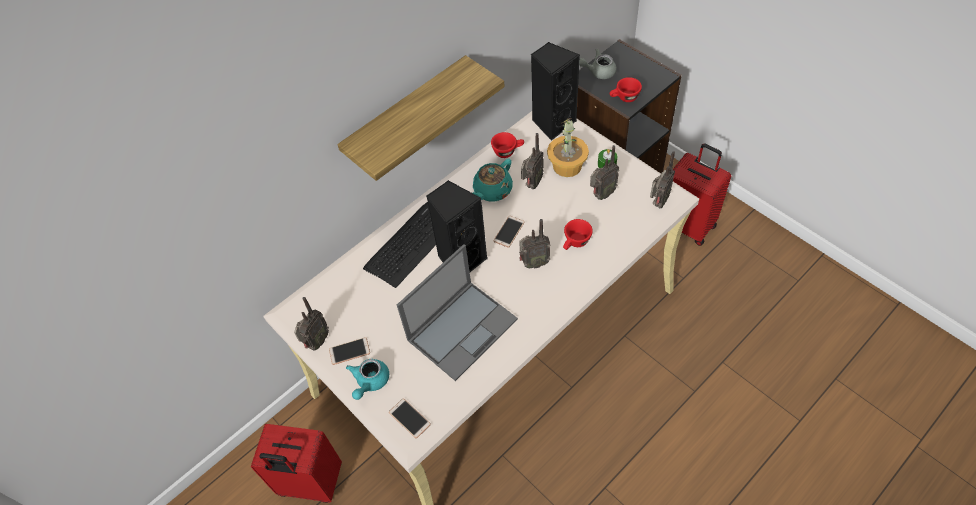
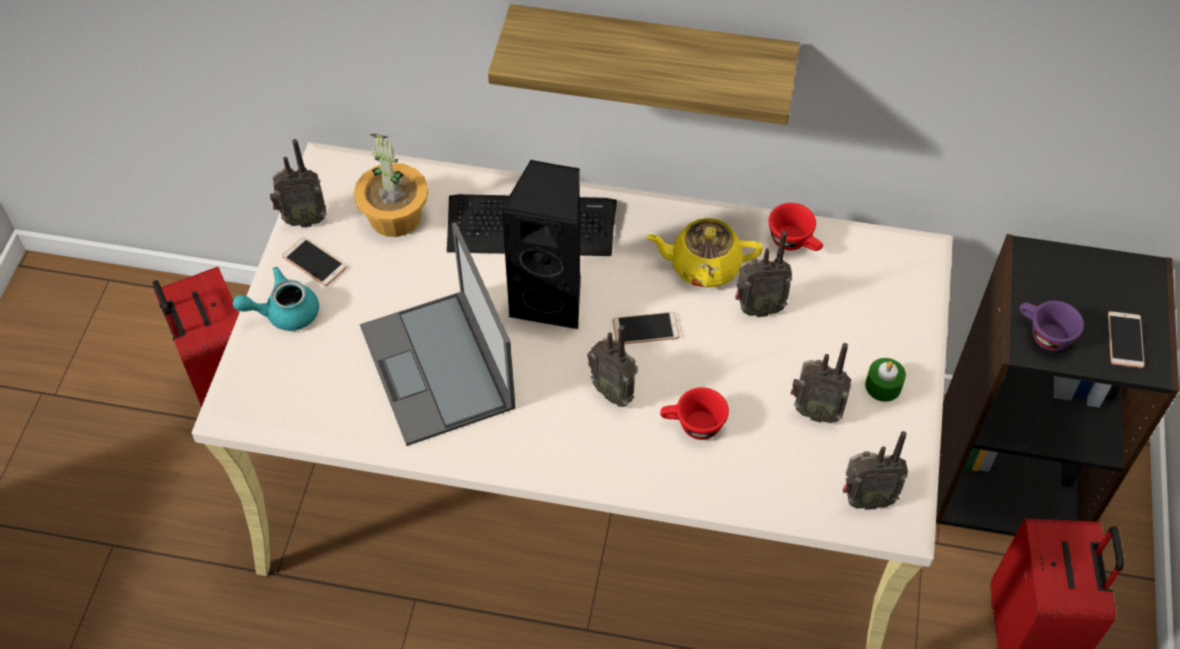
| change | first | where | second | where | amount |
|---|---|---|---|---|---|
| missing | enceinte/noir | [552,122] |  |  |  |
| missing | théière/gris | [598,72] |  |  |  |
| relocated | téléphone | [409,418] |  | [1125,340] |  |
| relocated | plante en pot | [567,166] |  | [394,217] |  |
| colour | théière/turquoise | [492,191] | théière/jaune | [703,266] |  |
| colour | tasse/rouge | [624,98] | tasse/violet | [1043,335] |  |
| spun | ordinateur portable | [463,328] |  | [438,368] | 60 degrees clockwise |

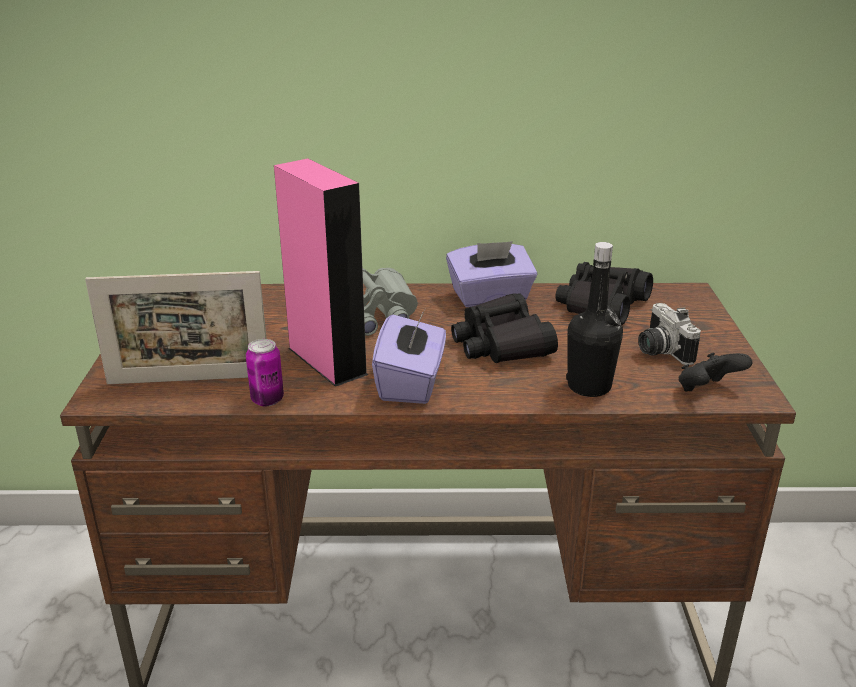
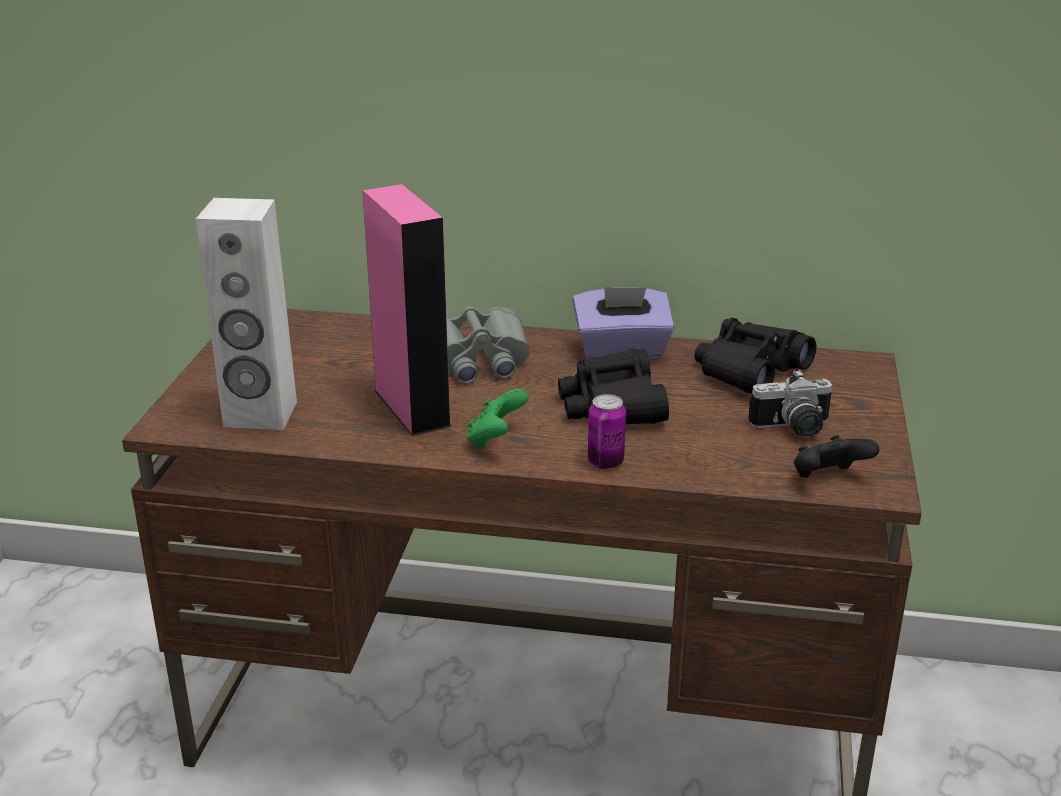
| change | first | where | second | where | amount |
|---|---|---|---|---|---|
| missing | bouteille/noir | [589,386] |  |  |  |
| relocated | boîte métallique | [267,399] |  | [605,462] |  |
| exchanged | cadre photo | [189,380] | enceinte/blanc | [260,415] |  |
| exchanged | boîte à mouchoirs/violet | [411,383] | manette/vert | [495,440] |  |
| spun | appareil photo | [659,351] |  | [793,429] | 90 degrees counterclockwise |

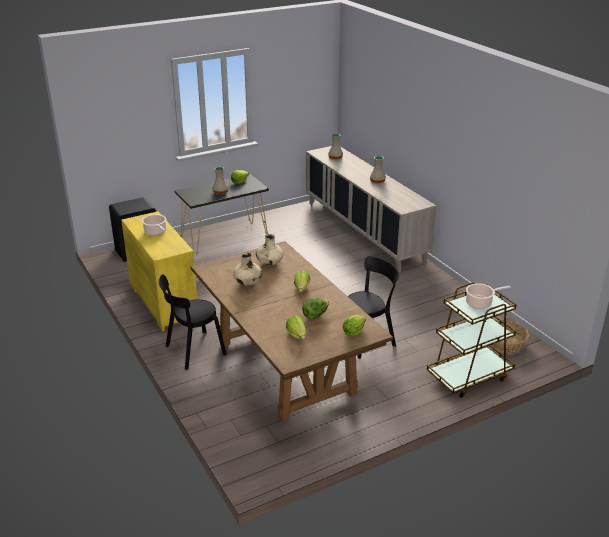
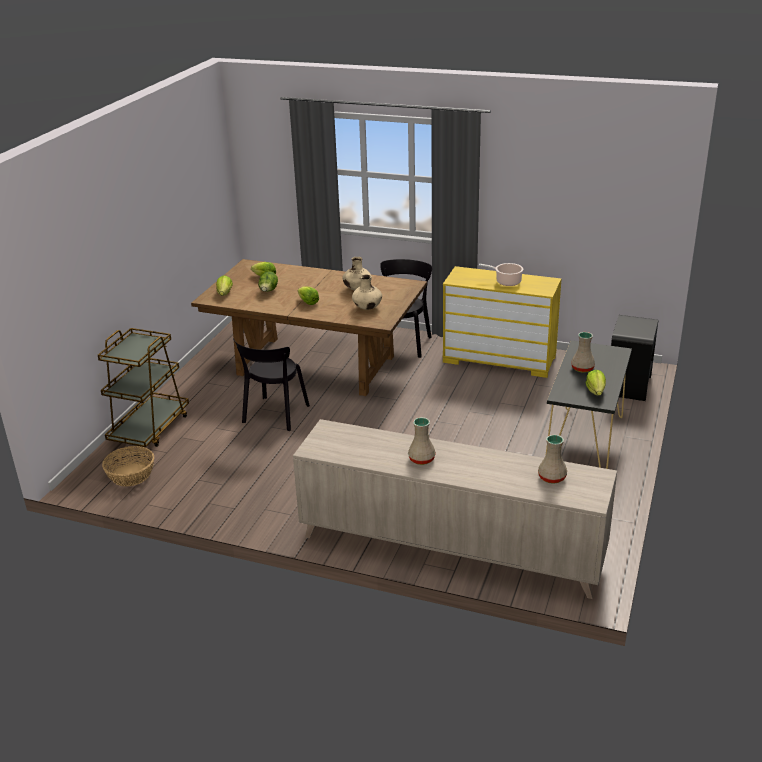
| change | first | where | second | where | amount |
|---|---|---|---|---|---|
| missing | marmite | [480,303] |  |  |  |

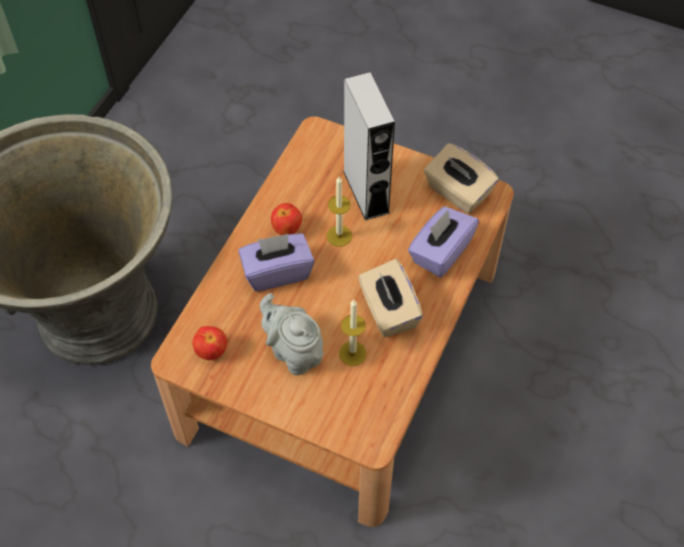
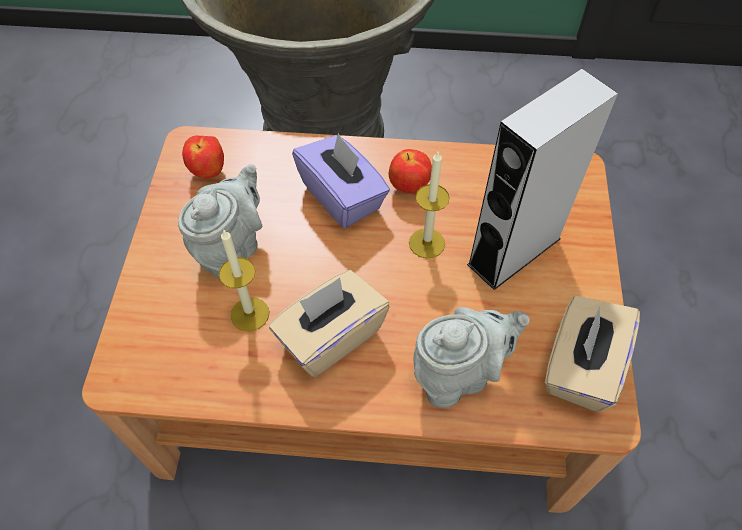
| change | first | where | second | where | amount |
|---|---|---|---|---|---|
| exchanged | boîte à mouchoirs/violet | [440,252] | théière/gris | [458,374] |  |

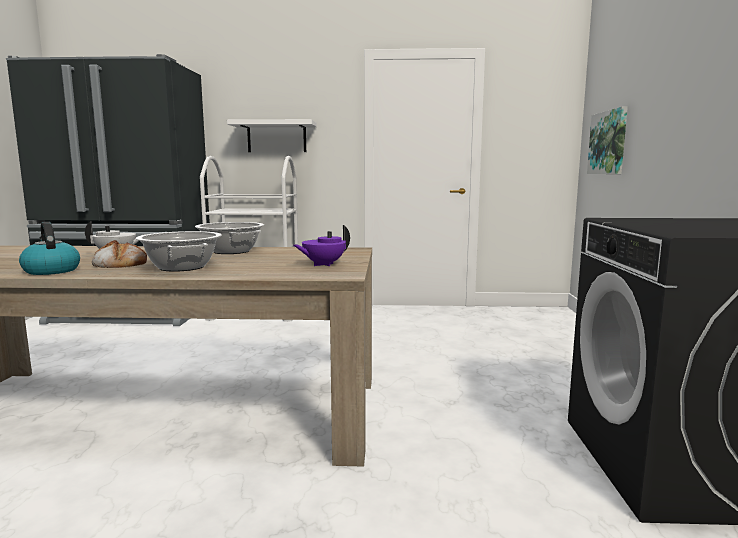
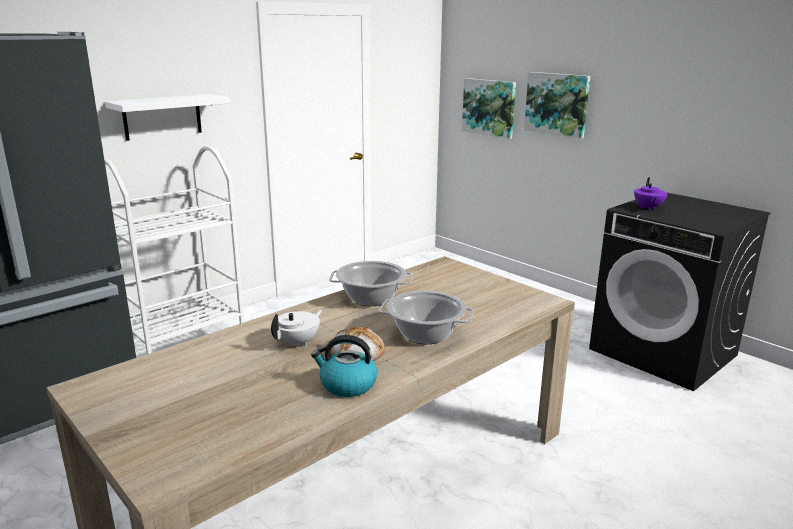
| change | first | where | second | where | amount |
|---|---|---|---|---|---|
| appeared |  |  | tableau | [557,104] |  |
| relocated | théière/violet | [323,264] |  | [648,208] |  |

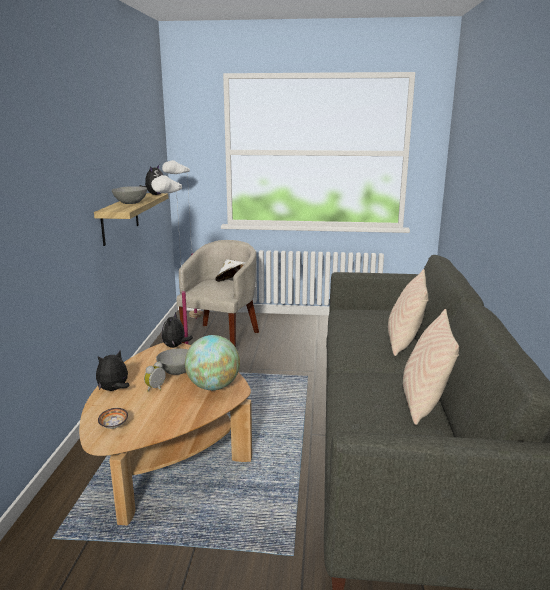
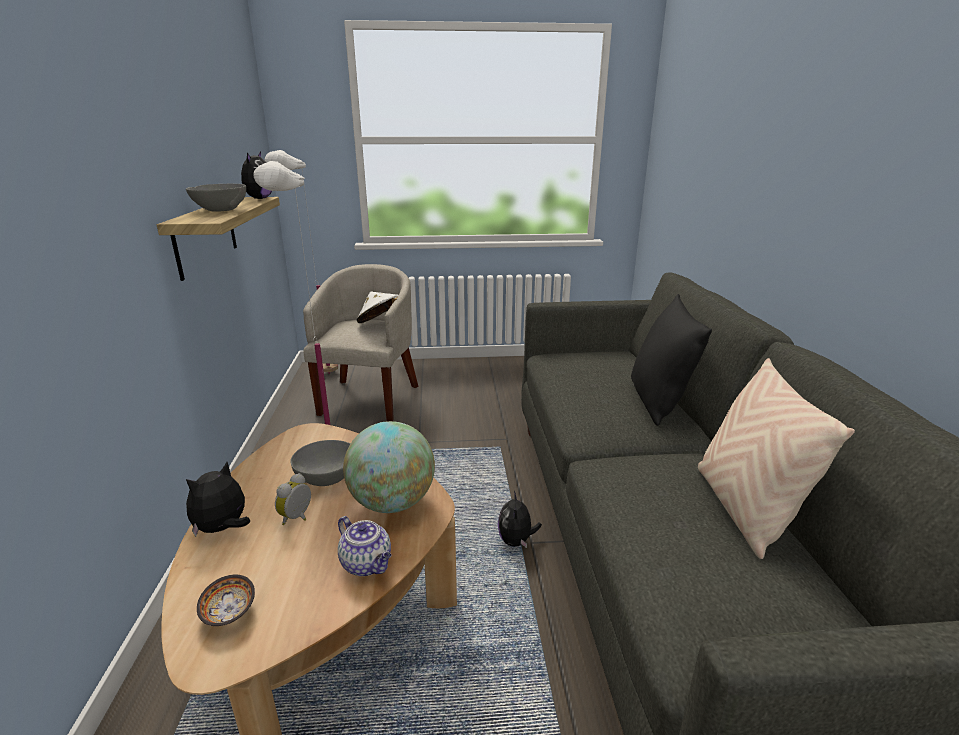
| change | first | where | second | where | amount |
|---|---|---|---|---|---|
| appeared |  |  | théière | [367,564] |  |
| relocated | peluche | [175,346] |  | [516,541] |  |
| colour | coussin/beige | [404,343] | coussin/noir | [656,402] |  |

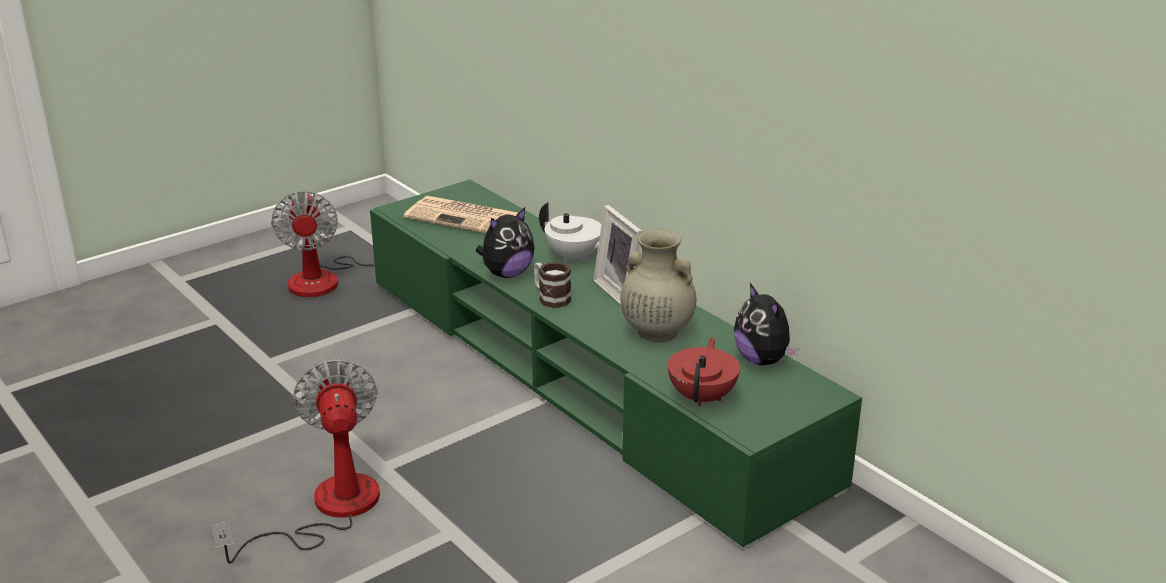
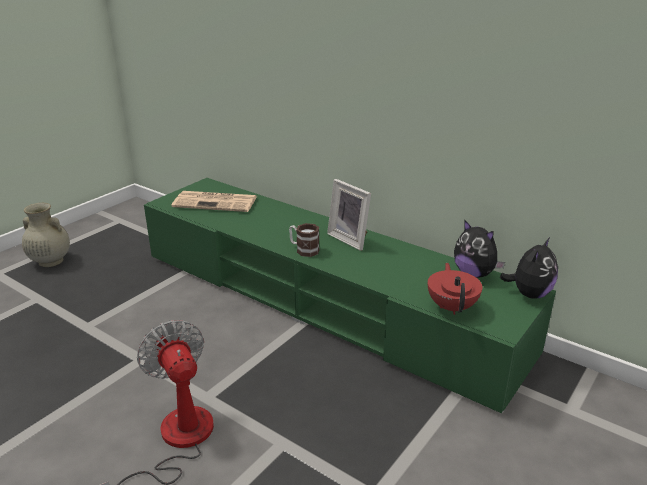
| change | first | where | second | where | amount |
|---|---|---|---|---|---|
| missing | ventilateur | [329,278] |  |  |  |
| missing | théière/blanc | [574,257] |  |  |  |
| relocated | peluche | [507,273] |  | [529,294] |  |
| relocated | vase/beige | [656,332] |  | [50,261] |  |

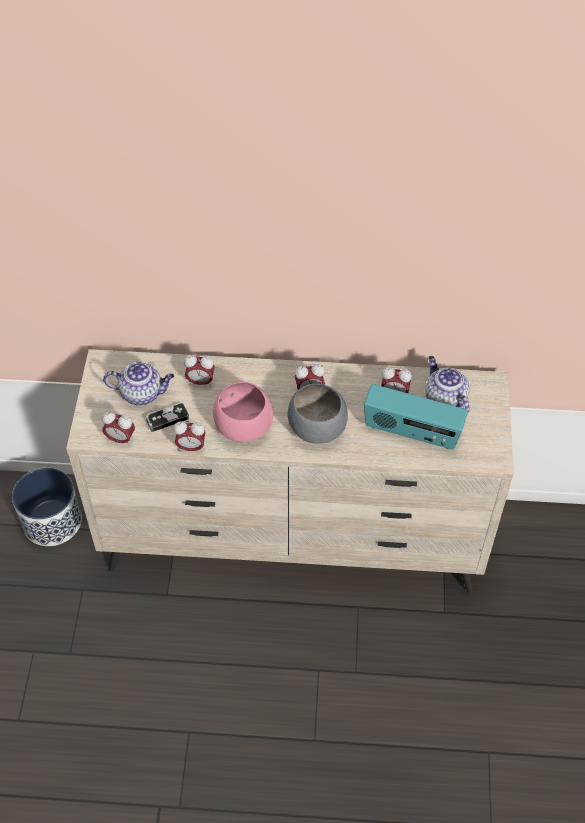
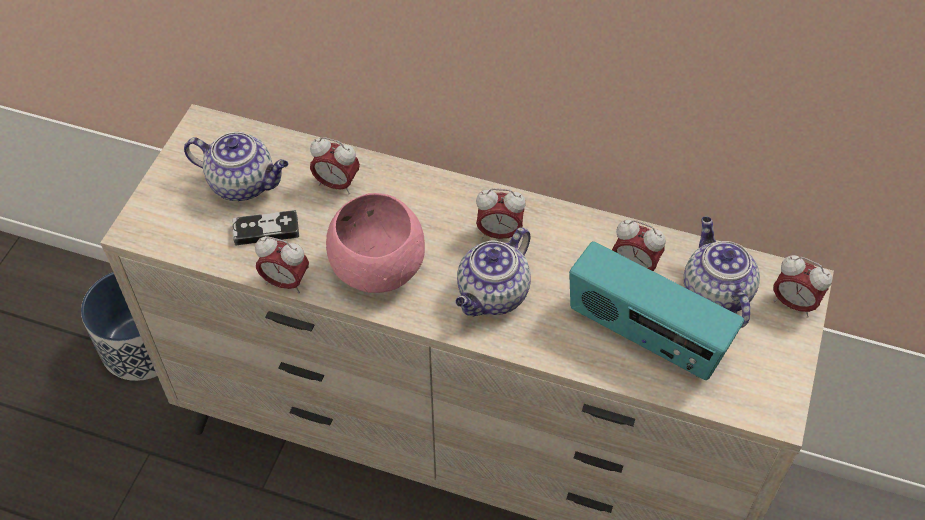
| change | first | where | second | where | amount |
|---|---|---|---|---|---|
| relocated | réveil | [120,439] |  | [793,303] |  |
| exchanged | bol/gris | [317,428] | théière | [492,296] |  |

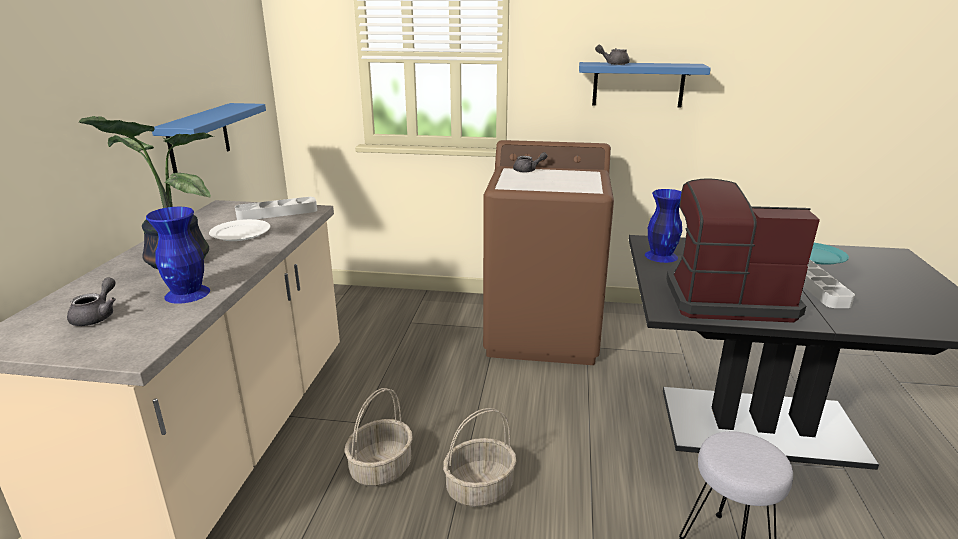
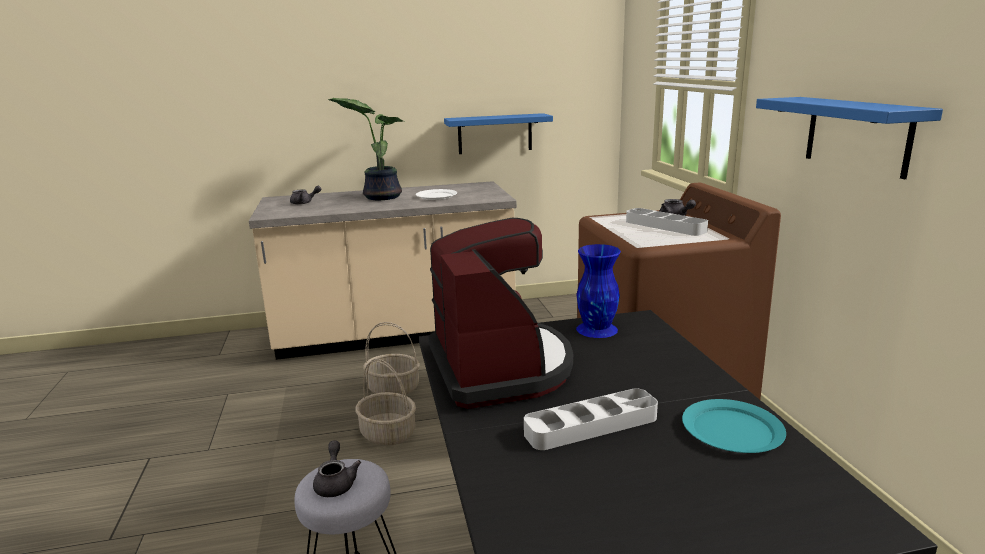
| change | first | where | second | where | amount |
|---|---|---|---|---|---|
| missing | vase/bleu | [187,294] |  |  |  |
| relocated | plateau/gris | [277,213] |  | [665,226] |  |
| relocated | théière/gris | [613,64] |  | [336,483] |  |

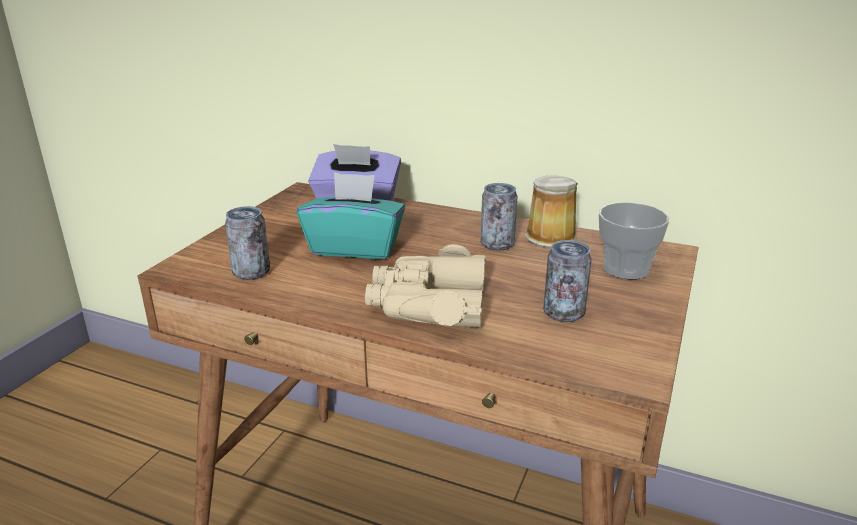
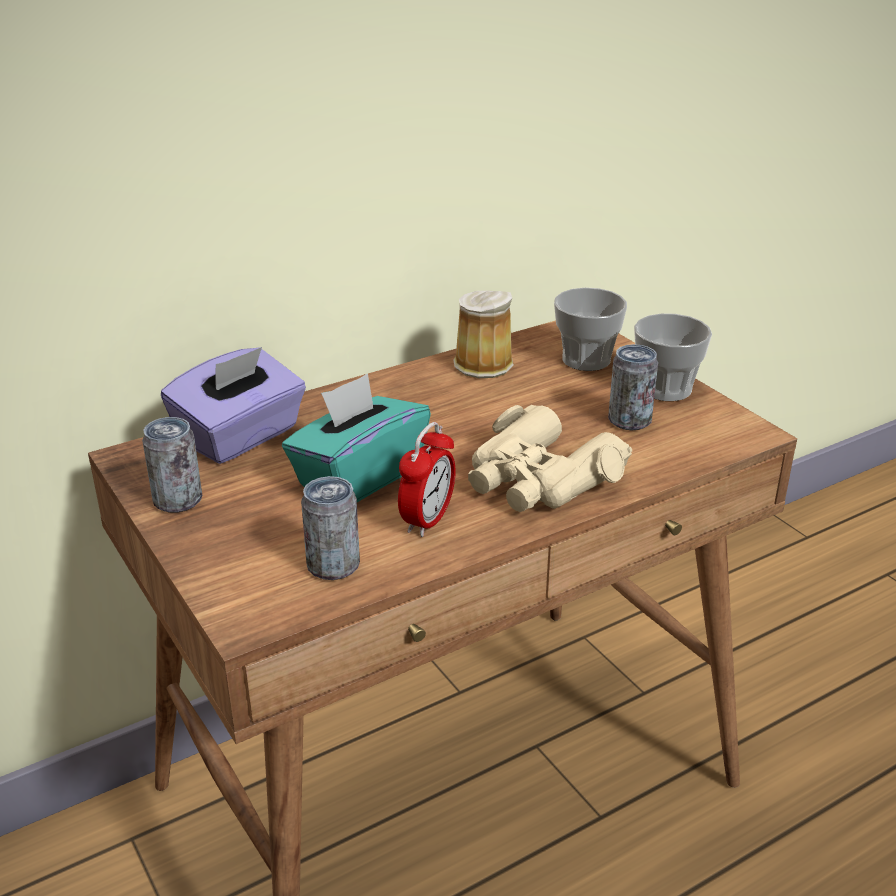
| change | first | where | second | where | amount |
|---|---|---|---|---|---|
| appeared |  |  | réveil | [427,520] |  |
| appeared |  |  | tasse | [665,389] |  |
| relocated | boîte métallique | [497,244] |  | [178,500] |  |

